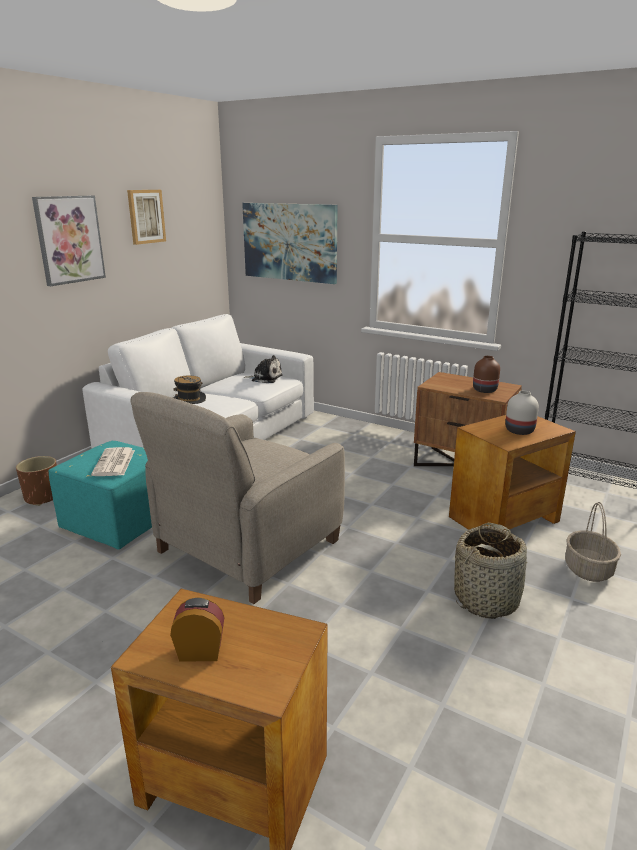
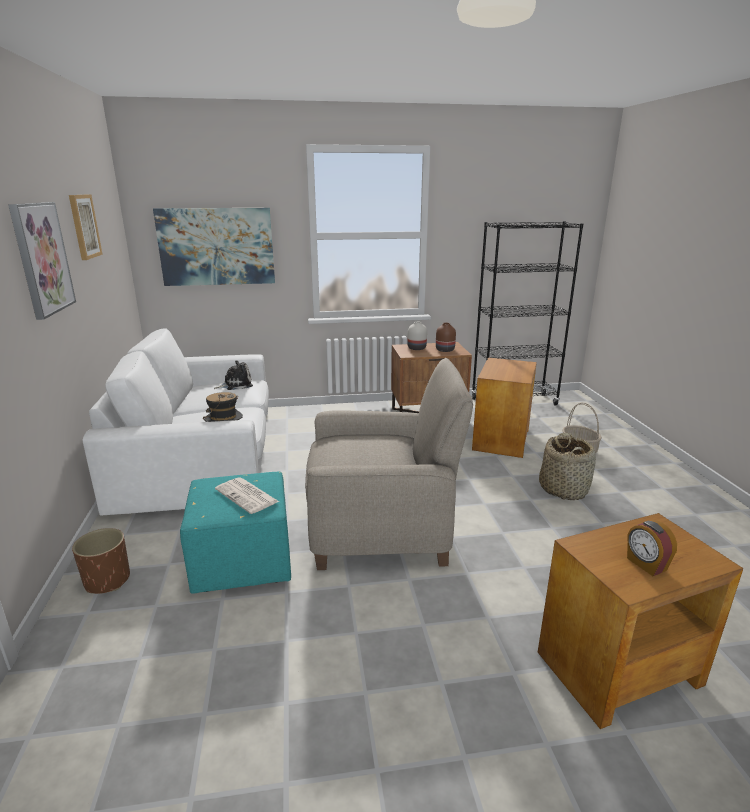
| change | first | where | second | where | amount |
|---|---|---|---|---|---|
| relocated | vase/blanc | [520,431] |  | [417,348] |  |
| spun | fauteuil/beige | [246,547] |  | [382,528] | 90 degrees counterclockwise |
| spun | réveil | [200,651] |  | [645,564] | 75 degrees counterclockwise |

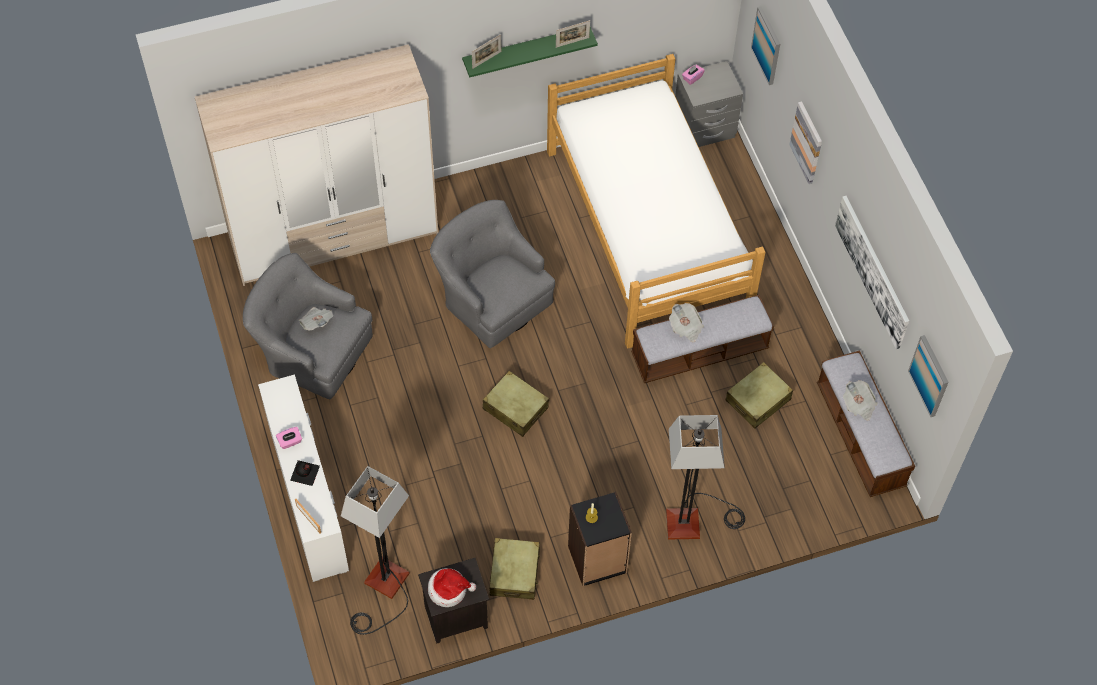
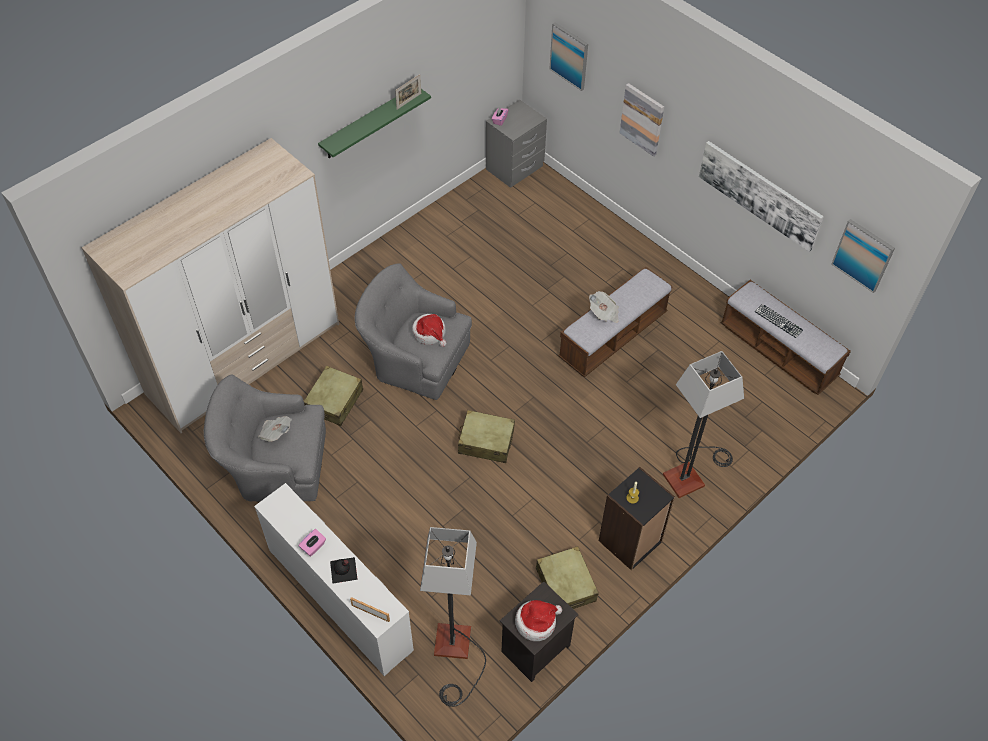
| change | first | where | second | where | amount |
|---|---|---|---|---|---|
| missing | cadre photo | [486,60] |  |  |  |
| missing | lit | [647,230] |  |  |  |
| appeared |  |  | chapeau | [430,333] |  |
| relocated | valise/beige | [758,400] |  | [335,401] |  |
| exchanged | journal | [858,405] | clavier | [778,320] |  |

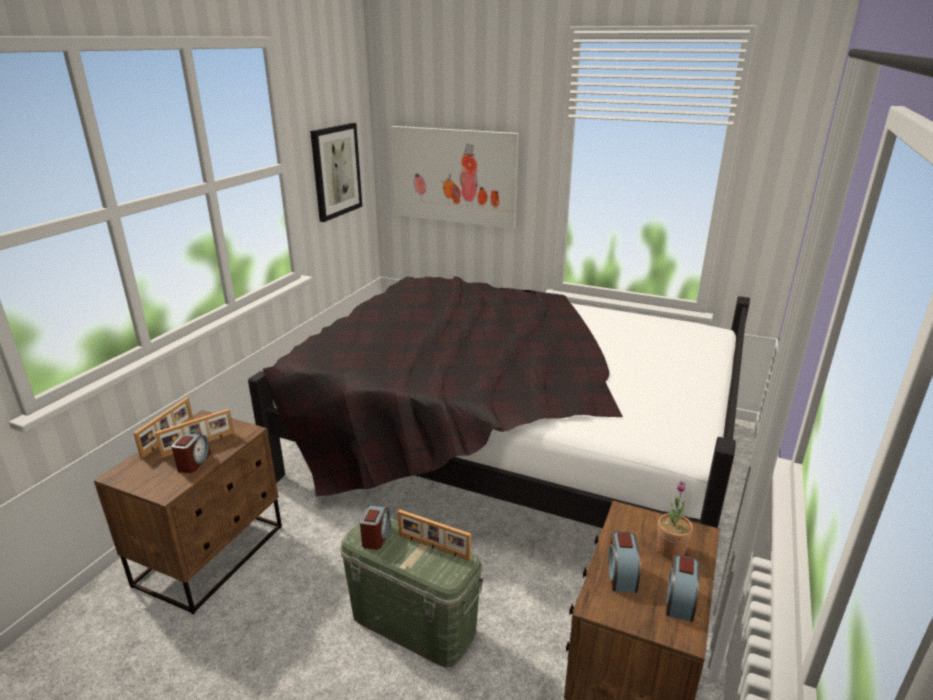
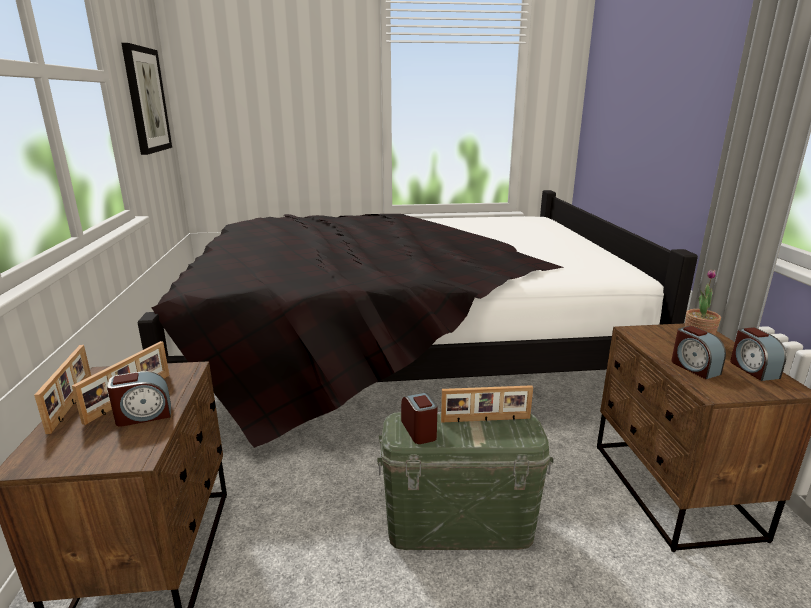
| change | first | where | second | where | amount |
|---|---|---|---|---|---|
| missing | tableau | [454,176] |  |  |  |
| spun | réveil | [194,462] |  | [144,415] | 90 degrees clockwise |

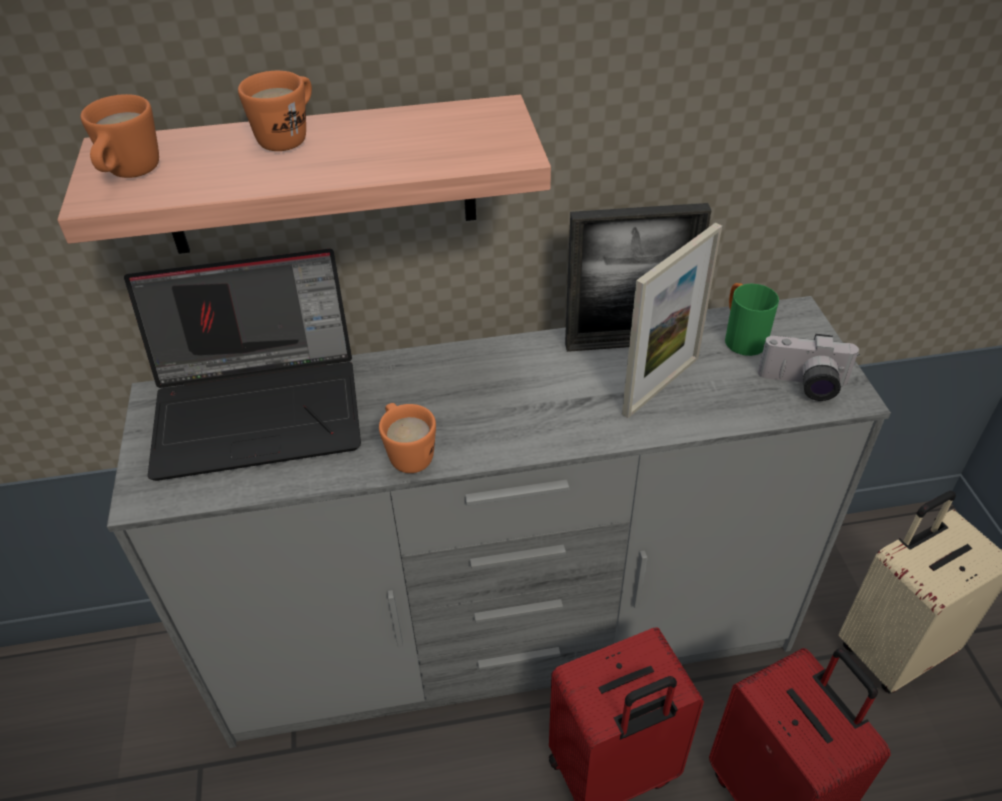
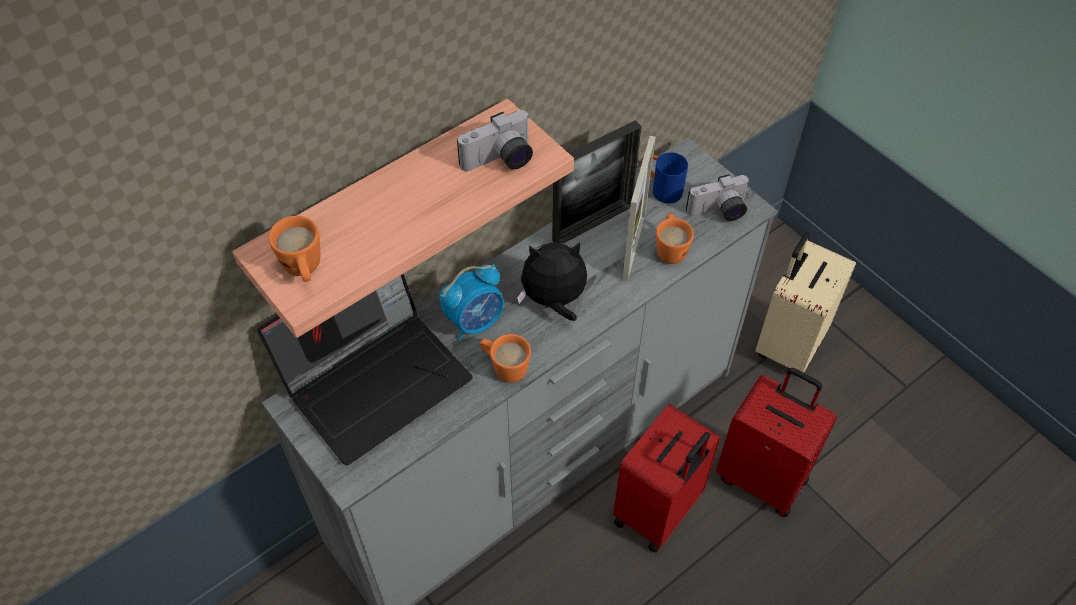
| change | first | where | second | where | amount |
|---|---|---|---|---|---|
| appeared |  |  | réveil | [475,321] |  |
| appeared |  |  | appareil photo | [500,161] |  |
| appeared |  |  | peluche | [553,300] |  |
| relocated | mug/orange | [289,136] |  | [670,248] |  |
| colour | mug/vert | [740,337] | mug/bleu | [662,189] |  |

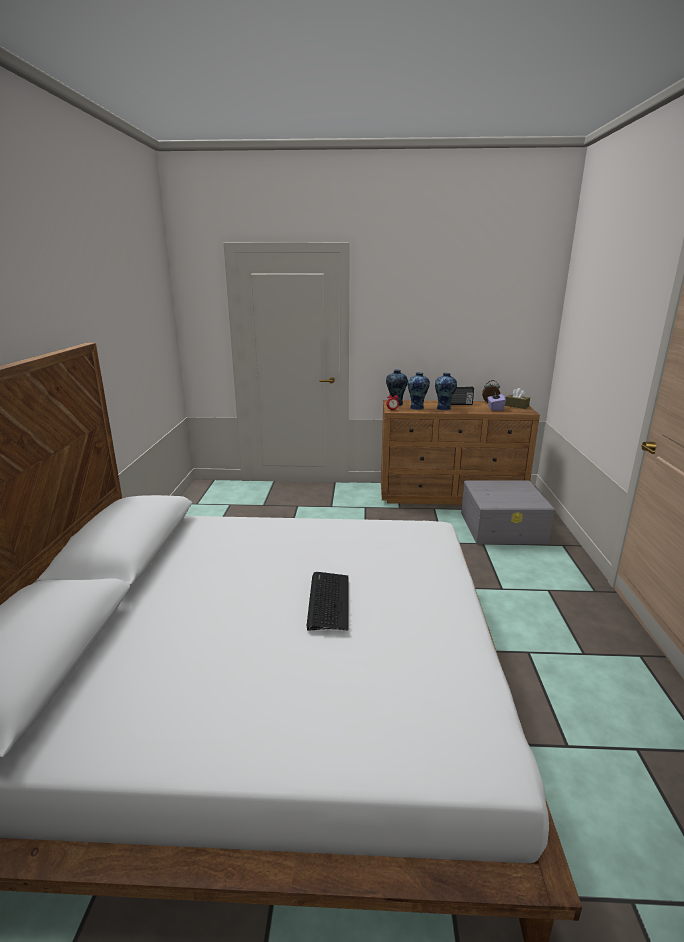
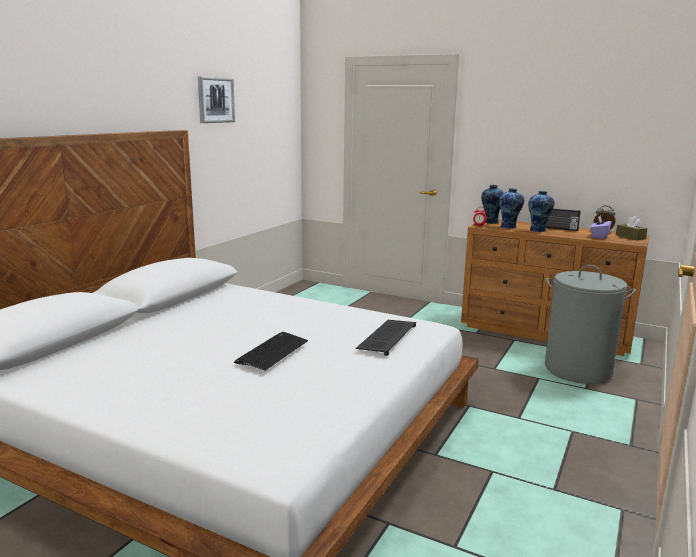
| change | first | where | second | where | amount |
|---|---|---|---|---|---|
| appeared |  |  | tableau | [215,100] |  |
| appeared |  |  | clavier | [387,337] |  |
| exchanged | boîte de rangement/gris | [503,527] | panier à linge/gris | [578,370] |  |

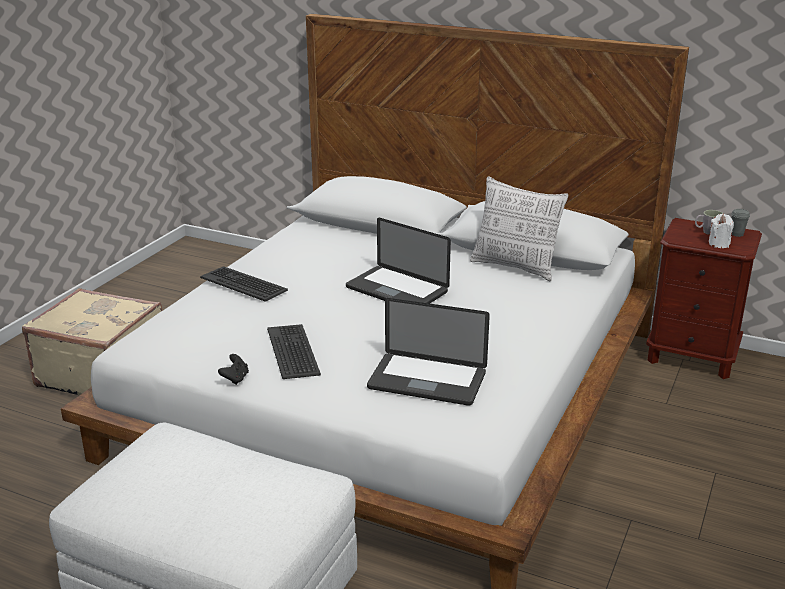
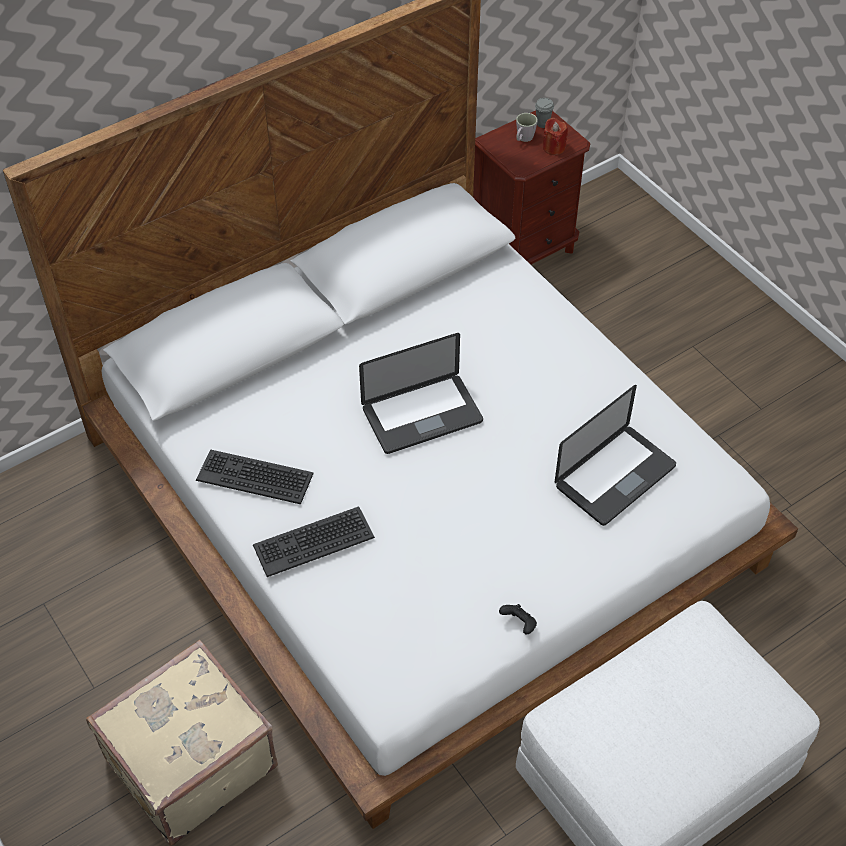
| change | first | where | second | where | amount |
|---|---|---|---|---|---|
| missing | coussin | [515,267] |  |  |  |
| relocated | clavier | [294,351] |  | [255,476] |  |
| colour | bougie/blanc | [719,244] | bougie/rouge | [553,148] |  |

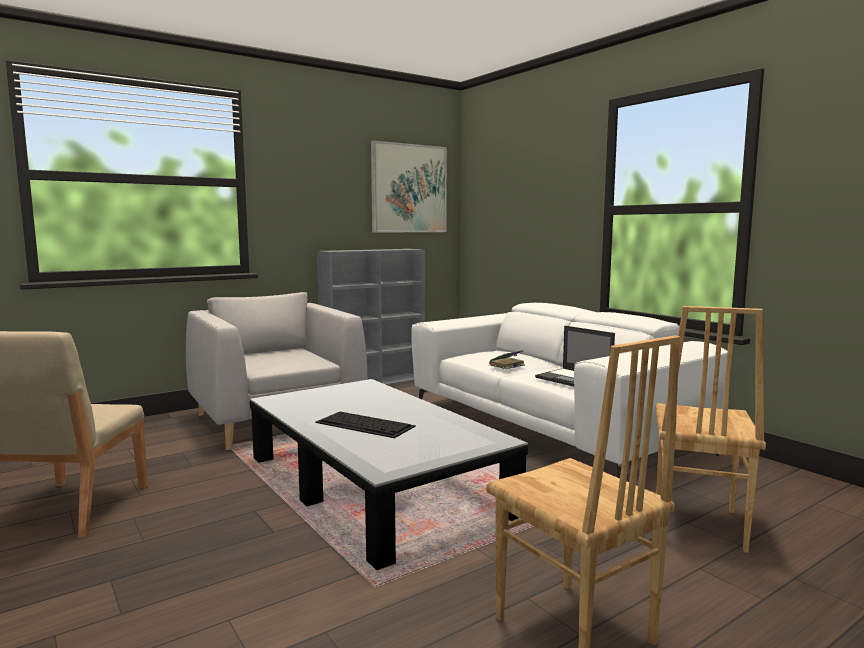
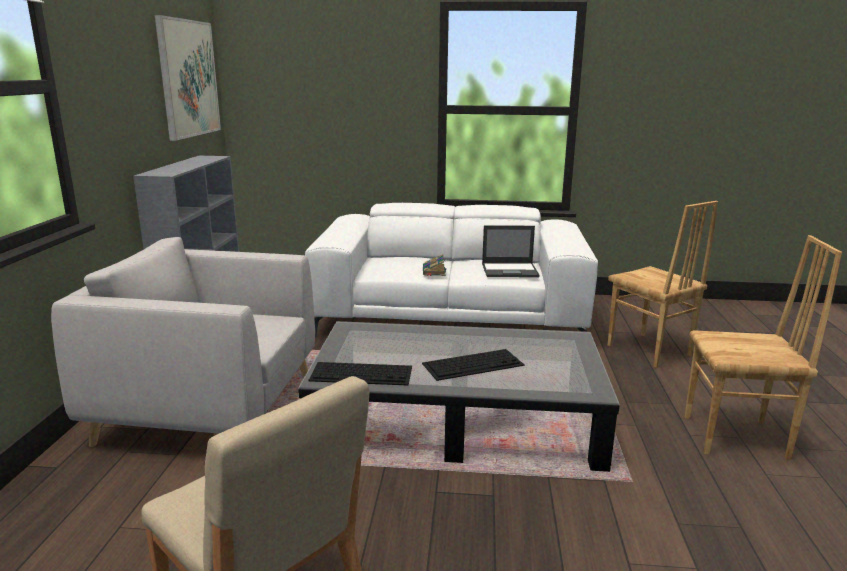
| change | first | where | second | where | amount |
|---|---|---|---|---|---|
| appeared |  |  | clavier | [362,373] |  |

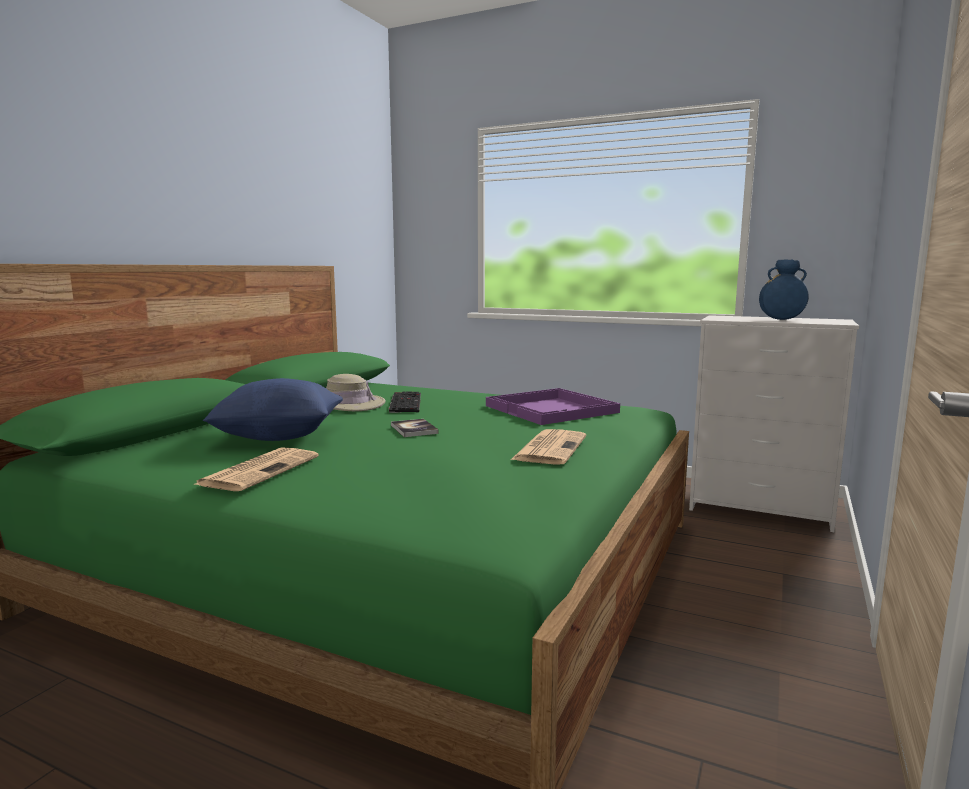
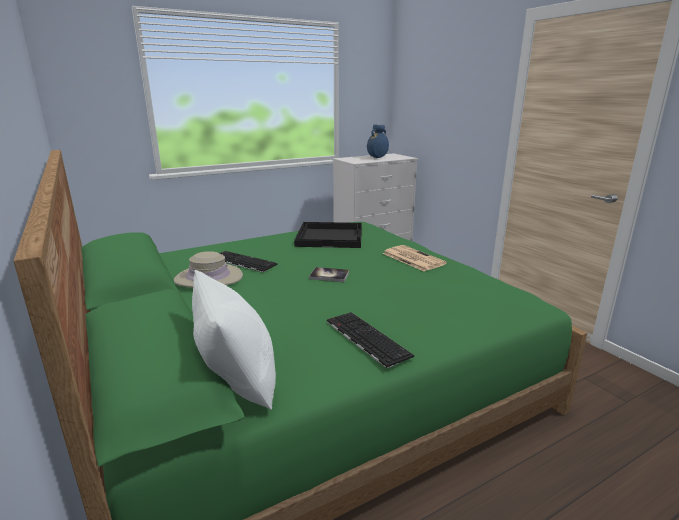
| change | first | where | second | where | amount |
|---|---|---|---|---|---|
| missing | coussin/bleu | [279,437] |  |  |  |
| appeared |  |  | coussin/blanc | [238,379] |  |
| exchanged | journal | [260,470] | clavier | [365,338] |  |
| colour | plateau/violet | [552,409] | plateau/noir | [330,236] |  |

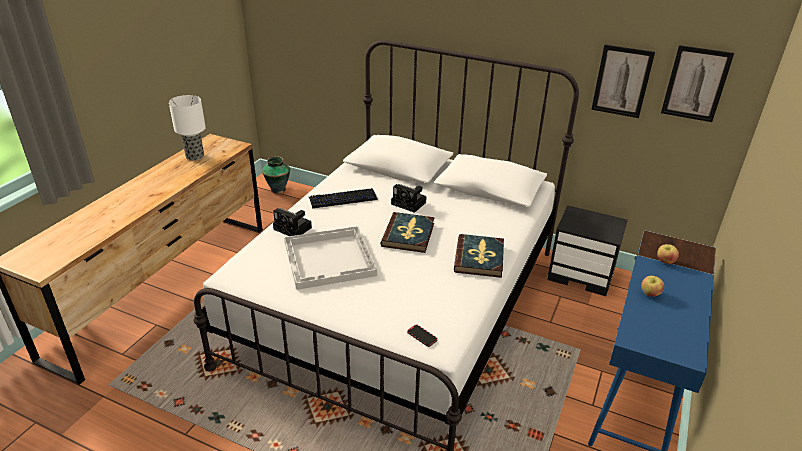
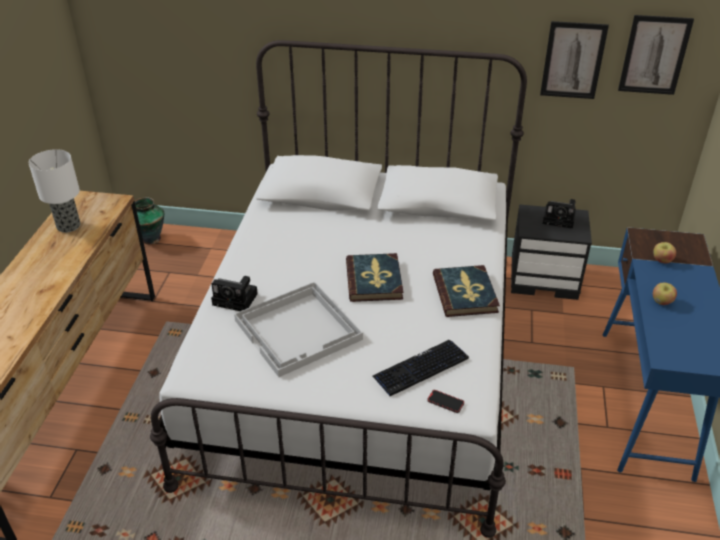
| change | first | where | second | where | amount |
|---|---|---|---|---|---|
| relocated | clavier | [342,199] |  | [420,368] |  |
| relocated | appareil photo | [410,203] |  | [560,219] |  |

